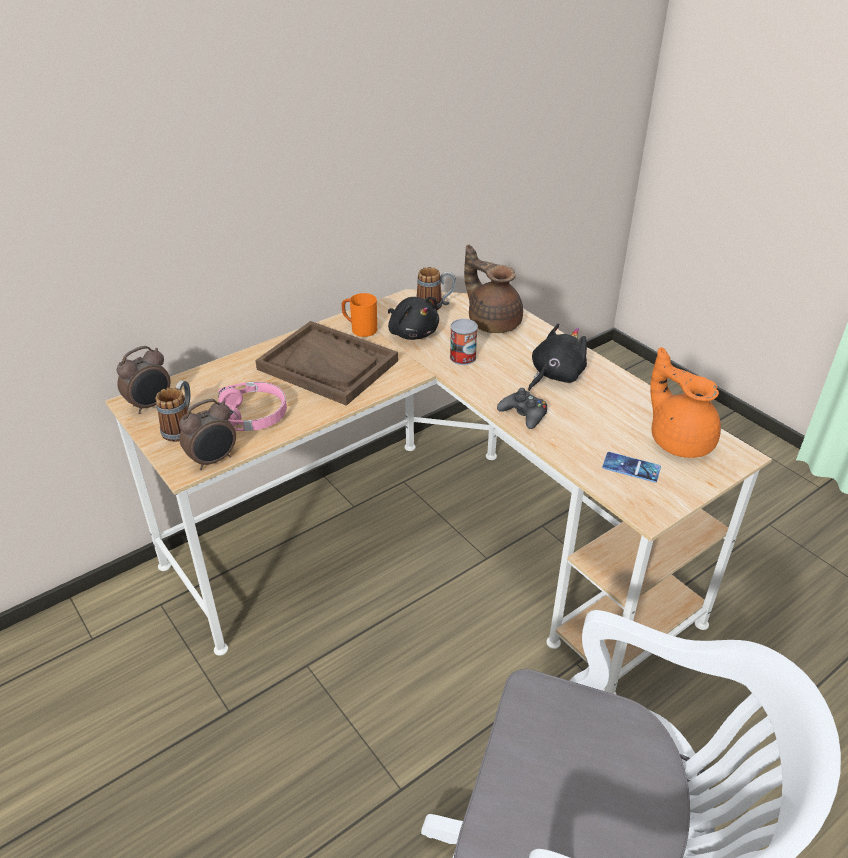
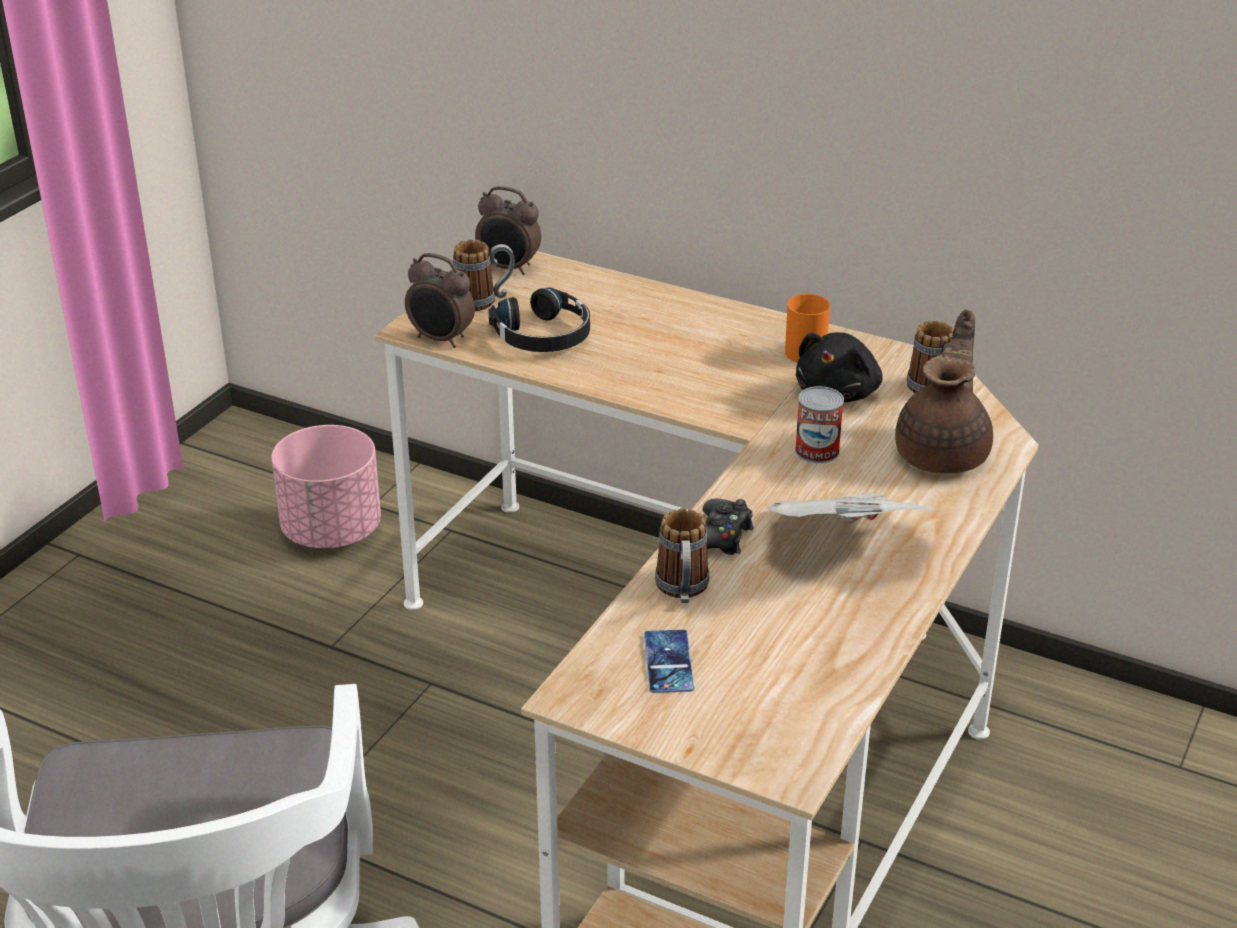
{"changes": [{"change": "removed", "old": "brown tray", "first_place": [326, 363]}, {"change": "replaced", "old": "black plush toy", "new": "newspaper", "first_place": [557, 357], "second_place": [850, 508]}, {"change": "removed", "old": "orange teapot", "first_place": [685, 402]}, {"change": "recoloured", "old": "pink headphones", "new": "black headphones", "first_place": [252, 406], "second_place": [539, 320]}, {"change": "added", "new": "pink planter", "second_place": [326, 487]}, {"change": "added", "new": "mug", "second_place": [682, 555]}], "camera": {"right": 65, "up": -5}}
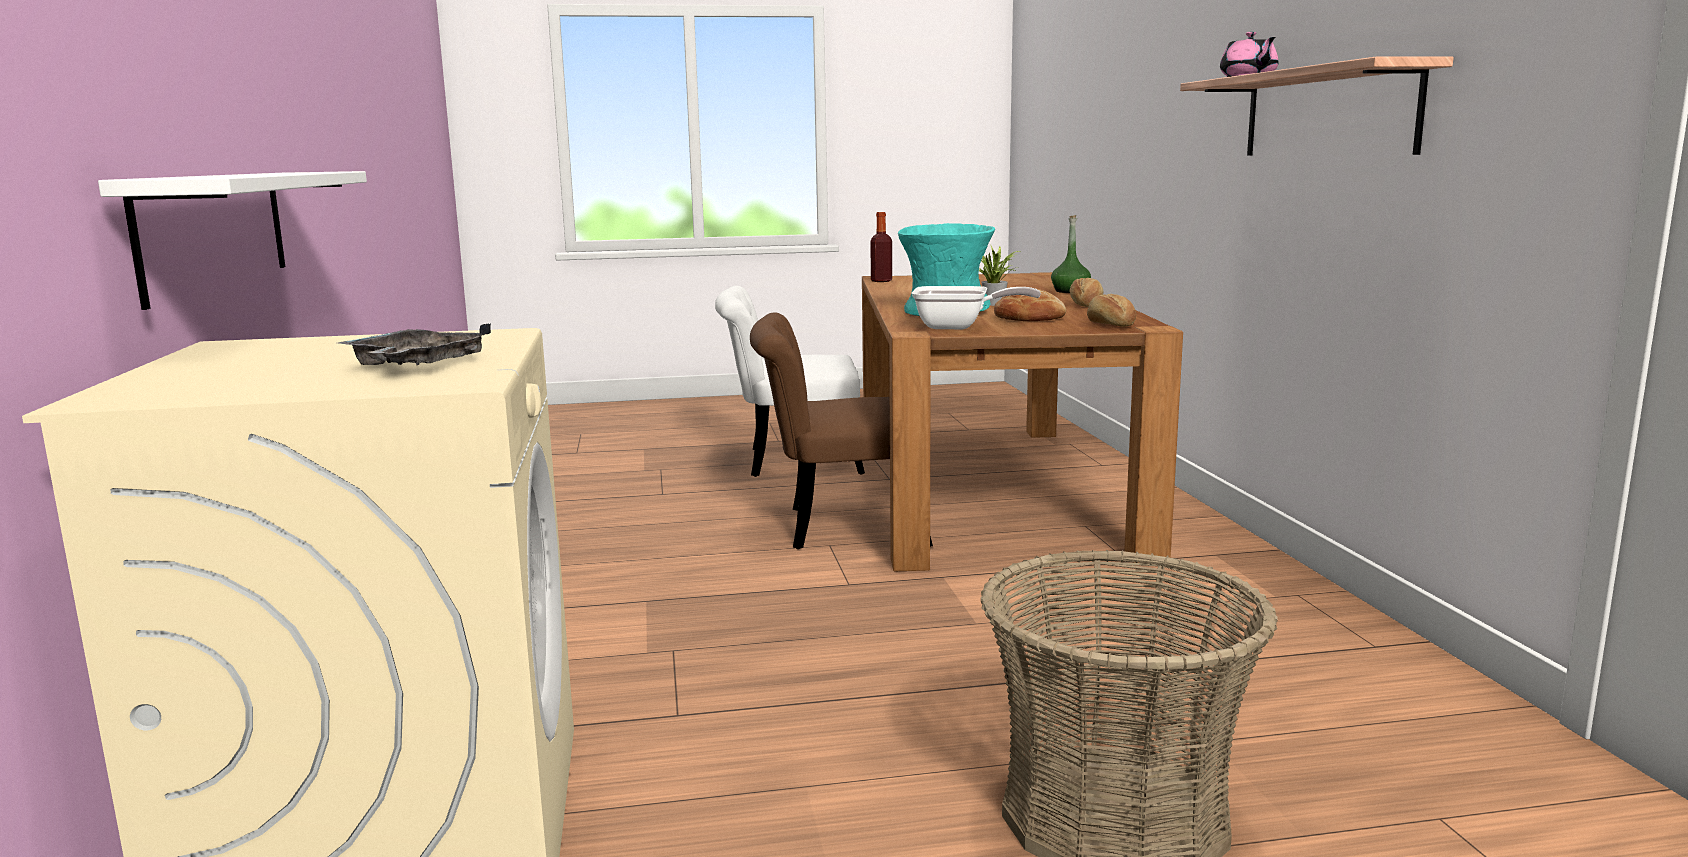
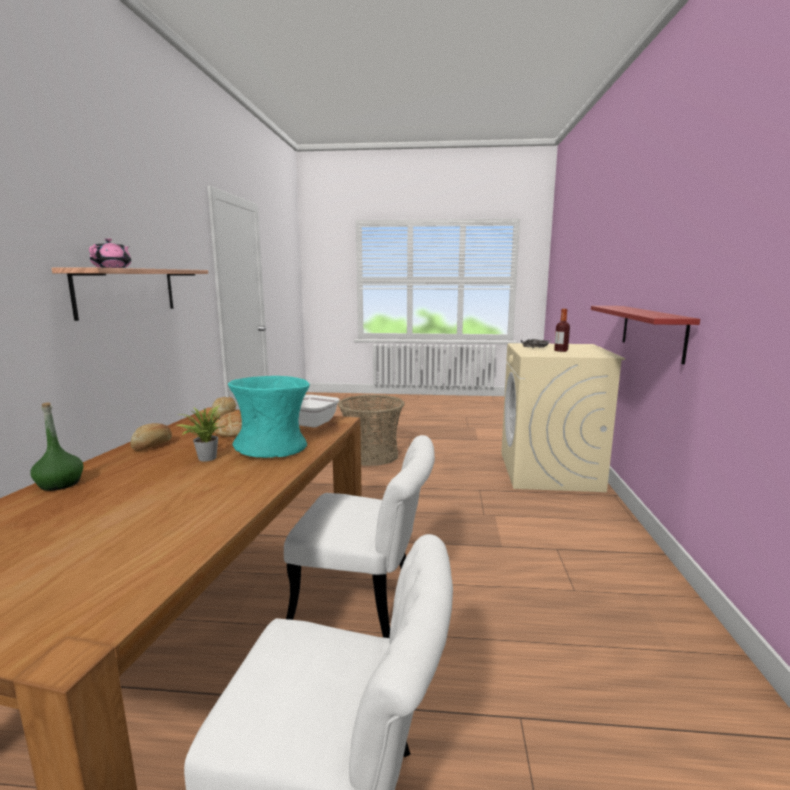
{"changes": [{"change": "recoloured", "old": "white shelf", "new": "red shelf", "first_place": [232, 240], "second_place": [645, 335]}, {"change": "moved", "old": "bottle", "first_place": [881, 247], "second_place": [562, 330]}, {"change": "recoloured", "old": "brown chair", "new": "white chair", "first_place": [841, 430], "second_place": [359, 536]}], "camera": {"right": -165, "up": 0}}
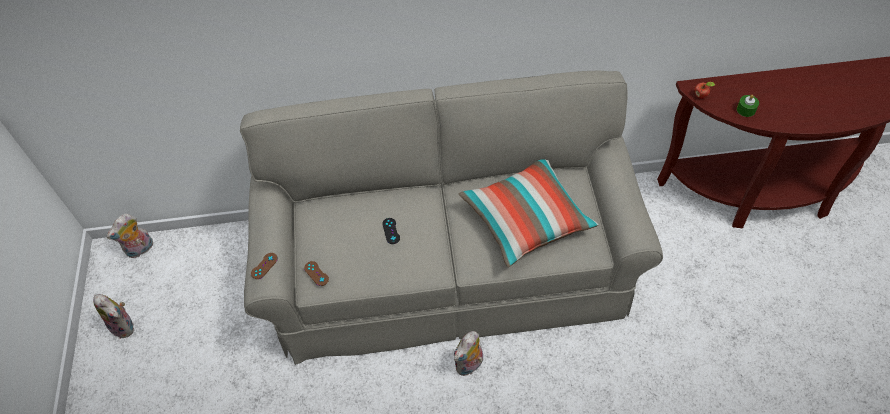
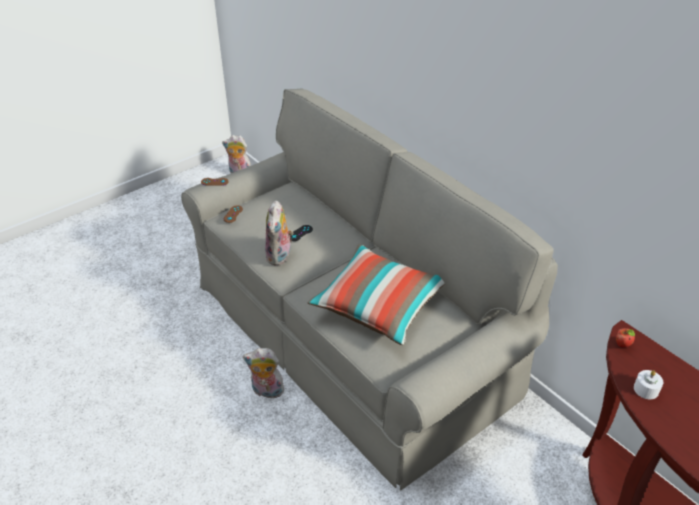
{"changes": [{"change": "recoloured", "old": "green candle", "new": "white candle", "first_place": [748, 106], "second_place": [648, 384]}, {"change": "moved", "old": "plush toy", "first_place": [113, 316], "second_place": [279, 232]}], "camera": {"right": 55, "up": -15}}
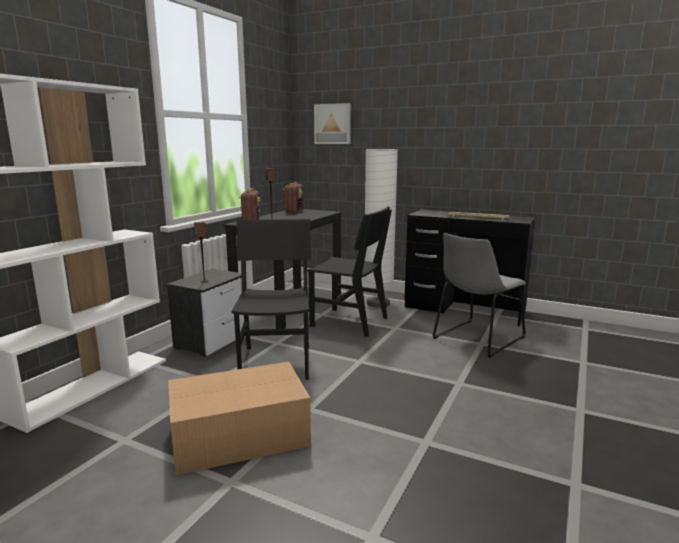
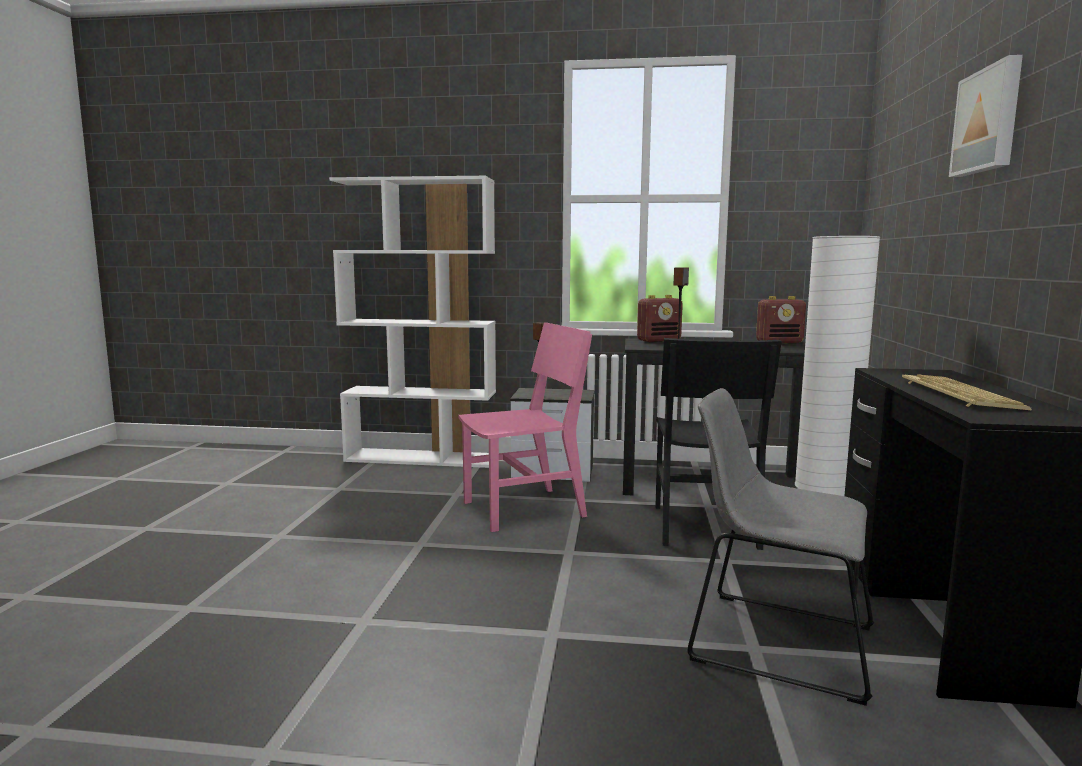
{"changes": [{"change": "moved", "old": "picture", "first_place": [332, 123], "second_place": [986, 116]}, {"change": "recoloured", "old": "black chair", "new": "pink chair", "first_place": [271, 299], "second_place": [525, 427]}, {"change": "removed", "old": "cardboard box", "first_place": [239, 418]}], "camera": {"right": 70, "up": -5}}
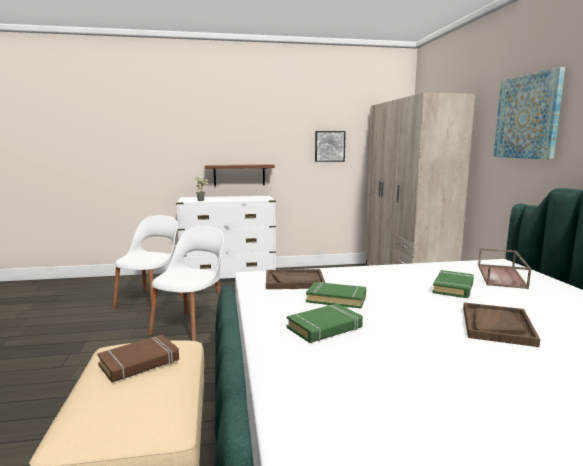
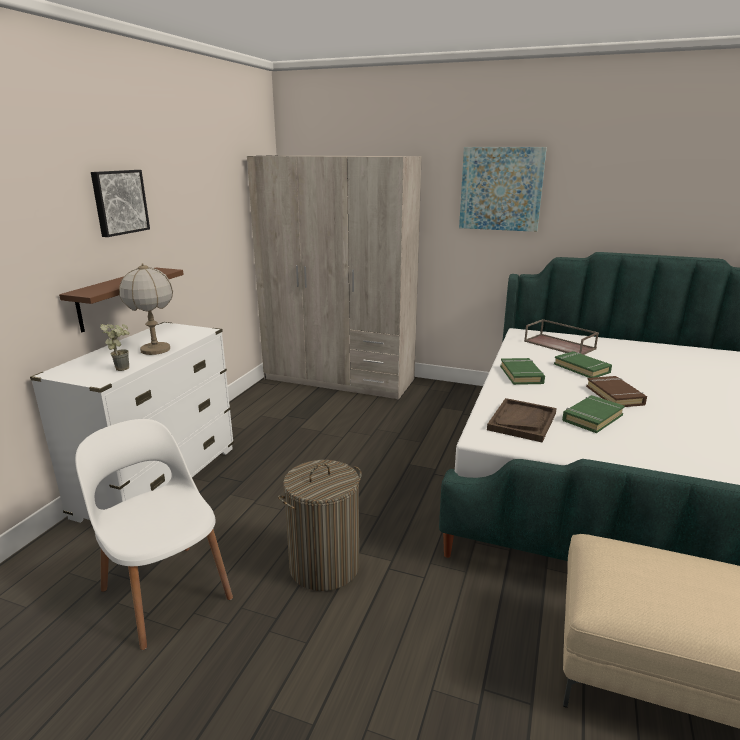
{"changes": [{"change": "moved", "old": "picture", "first_place": [330, 146], "second_place": [120, 203]}, {"change": "replaced", "old": "white chair", "new": "laundry basket", "first_place": [186, 283], "second_place": [320, 525]}, {"change": "moved", "old": "green book", "first_place": [325, 323], "second_place": [522, 371]}, {"change": "removed", "old": "brown tray", "first_place": [501, 325]}, {"change": "moved", "old": "brown book", "first_place": [138, 358], "second_place": [616, 391]}, {"change": "added", "new": "table lamp", "second_place": [146, 309]}], "camera": {"right": -60, "up": 10}}
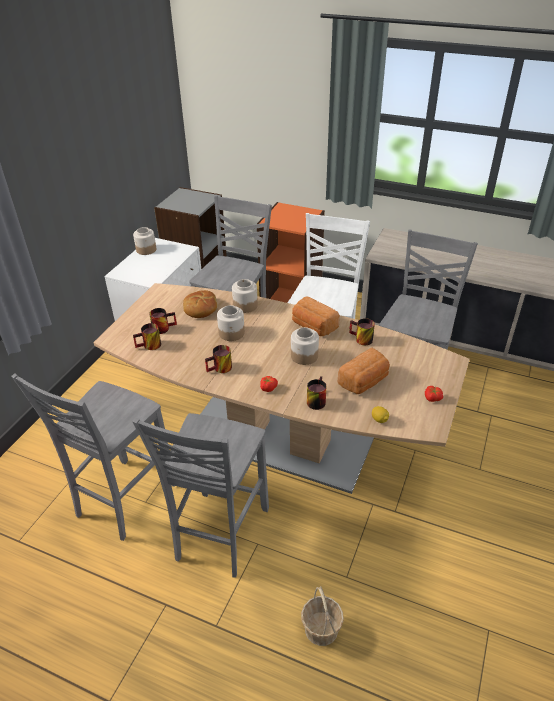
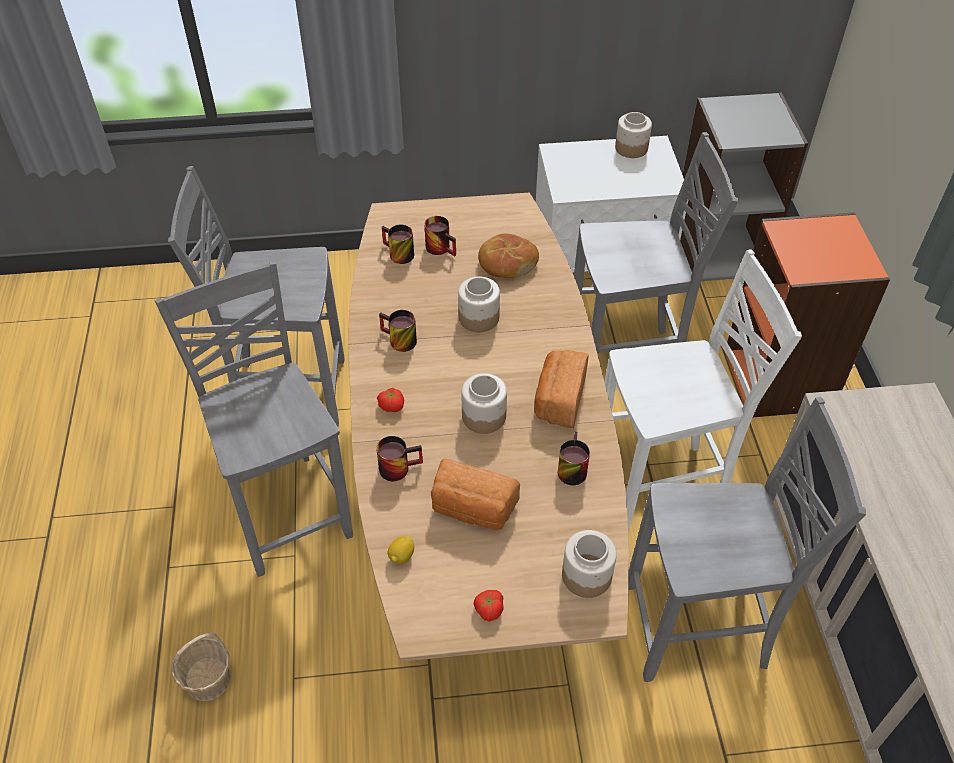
{"changes": [{"change": "moved", "old": "jar", "first_place": [245, 296], "second_place": [589, 564]}, {"change": "turned", "old": "grey chair", "first_place": [200, 495], "second_place": [254, 419], "degrees": 75}], "camera": {"right": 60, "up": 10}}
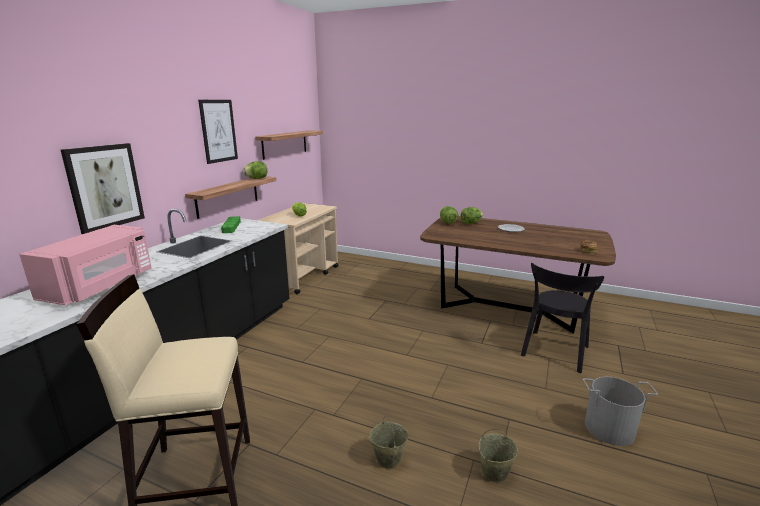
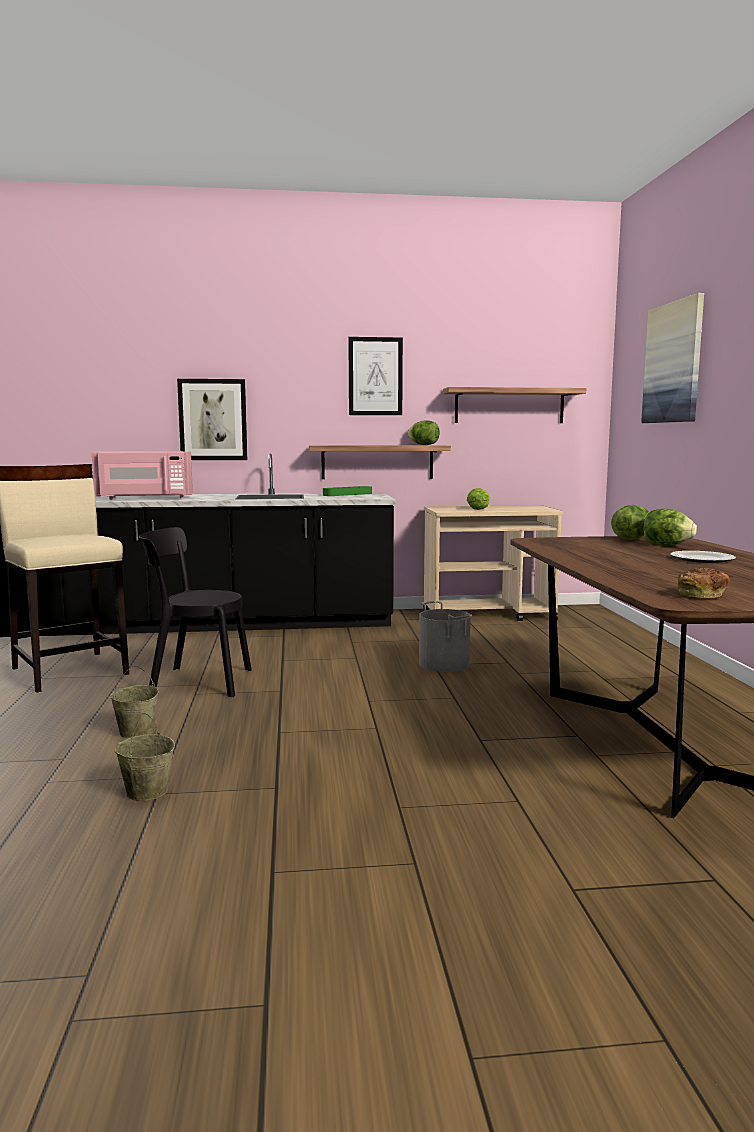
{"changes": [{"change": "moved", "old": "black chair", "first_place": [562, 318], "second_place": [195, 612]}, {"change": "moved", "old": "grey bucket", "first_place": [620, 411], "second_place": [445, 636]}, {"change": "added", "new": "picture", "second_place": [672, 358]}], "camera": {"right": 60, "up": -10}}
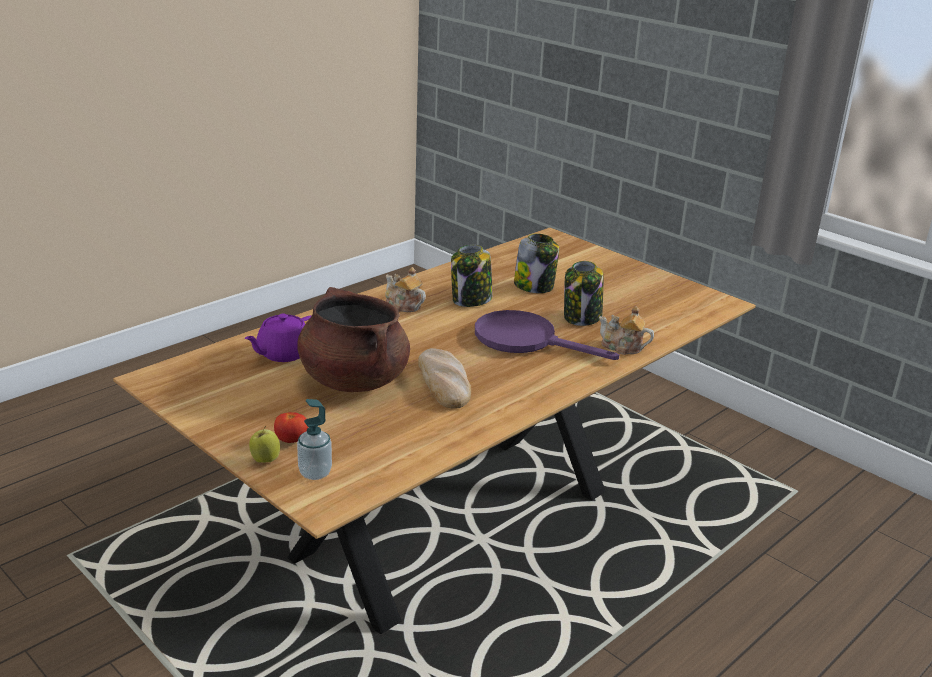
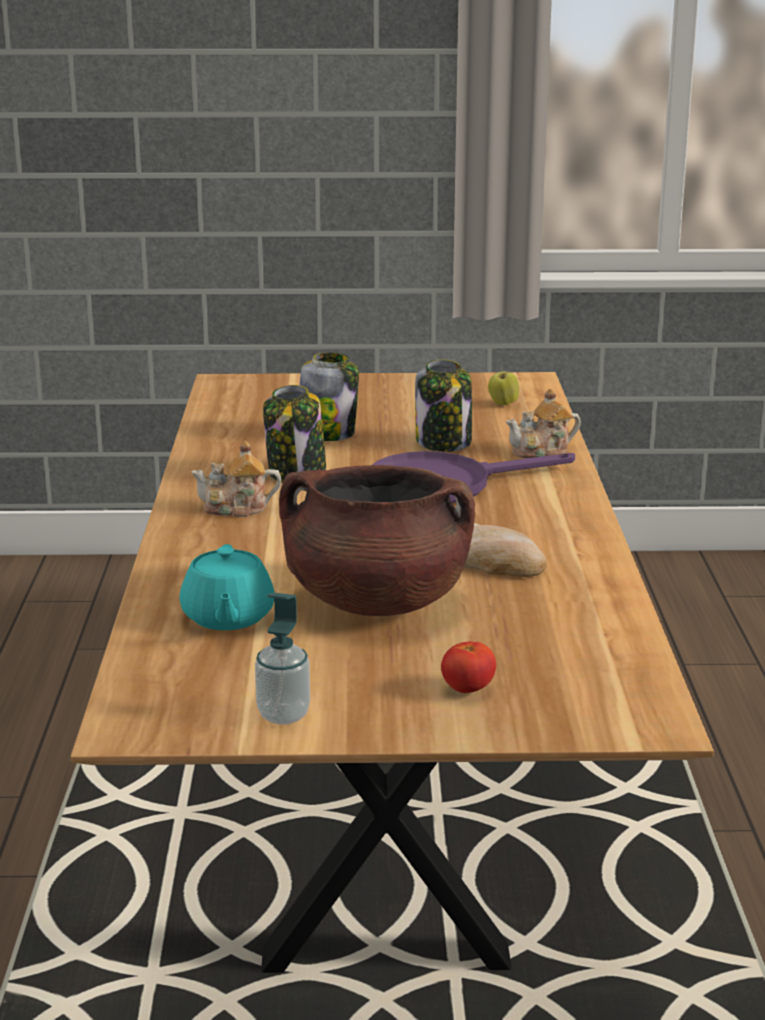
{"changes": [{"change": "recoloured", "old": "purple teapot", "new": "turquoise teapot", "first_place": [278, 338], "second_place": [227, 587]}, {"change": "moved", "old": "soap dispenser", "first_place": [314, 439], "second_place": [282, 658]}, {"change": "moved", "old": "apple", "first_place": [264, 444], "second_place": [503, 388]}], "camera": {"right": -45, "up": -5}}
